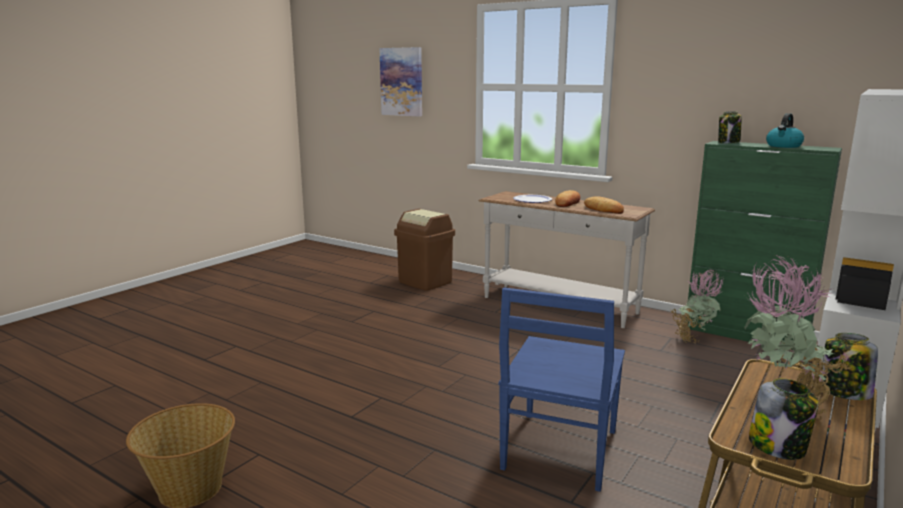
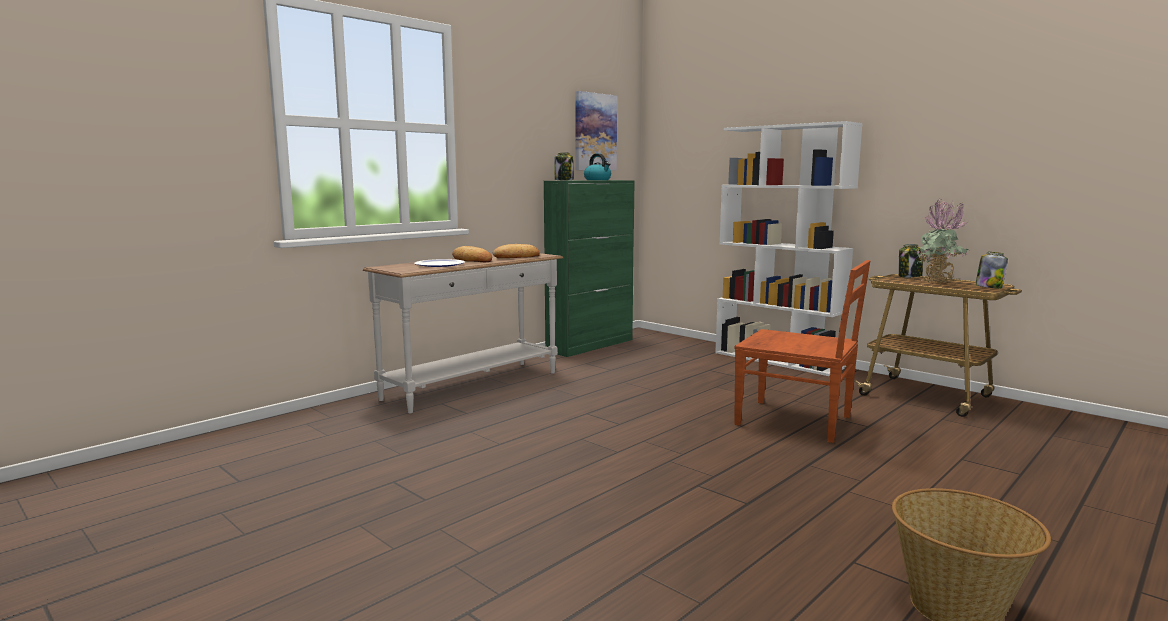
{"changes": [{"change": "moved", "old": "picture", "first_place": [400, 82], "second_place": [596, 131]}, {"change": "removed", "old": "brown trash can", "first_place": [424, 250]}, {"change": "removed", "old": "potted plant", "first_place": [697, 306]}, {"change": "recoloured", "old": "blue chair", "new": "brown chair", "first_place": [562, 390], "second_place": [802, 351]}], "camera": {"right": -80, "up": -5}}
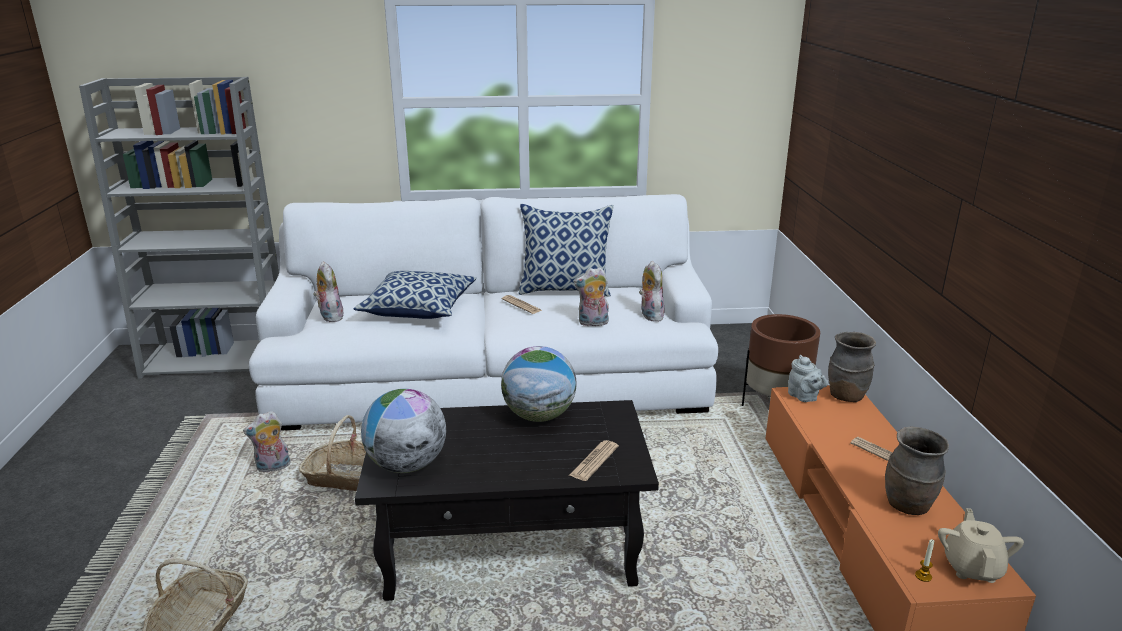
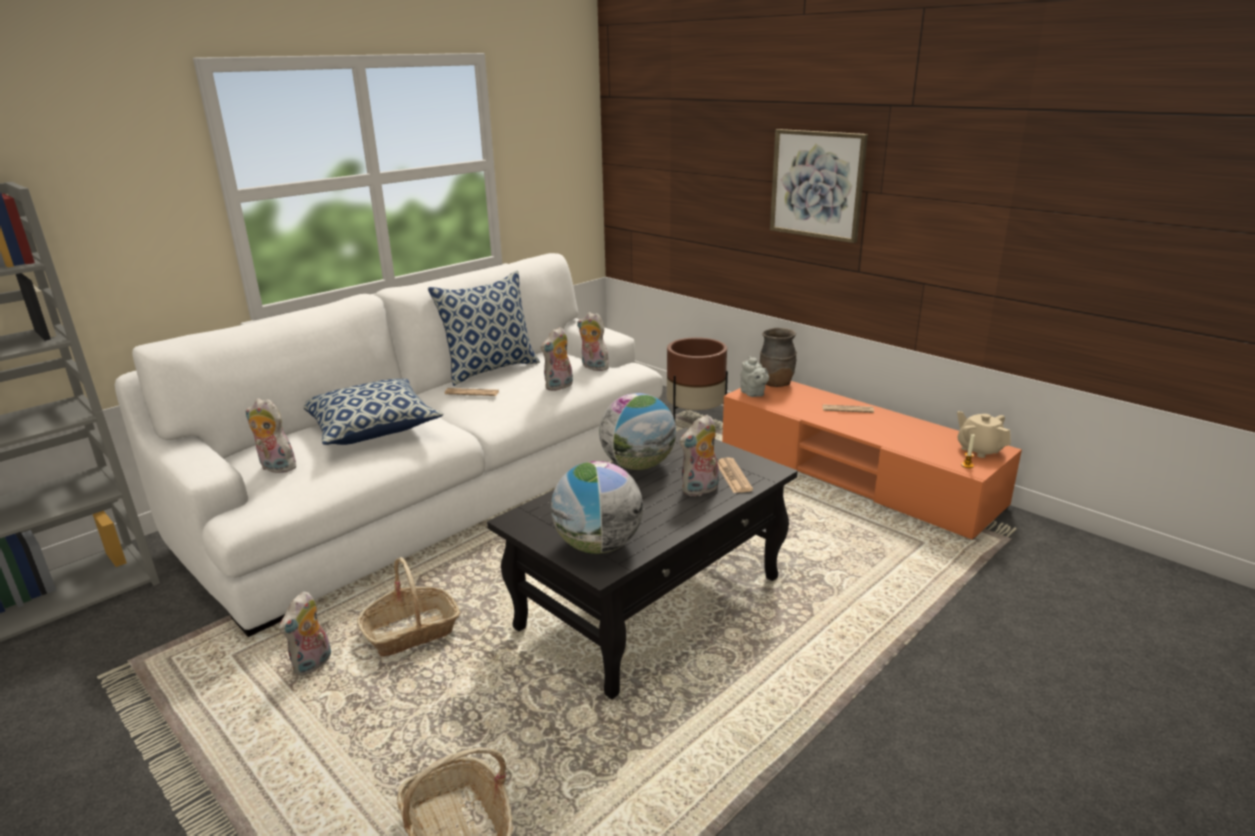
{"changes": [{"change": "turned", "old": "grey teapot", "first_place": [808, 378], "second_place": [754, 376], "degrees": 45}, {"change": "removed", "old": "brown vase", "first_place": [917, 470]}, {"change": "added", "new": "picture", "second_place": [819, 186]}, {"change": "added", "new": "plush toy", "second_place": [699, 455]}], "camera": {"right": -40, "up": 0}}
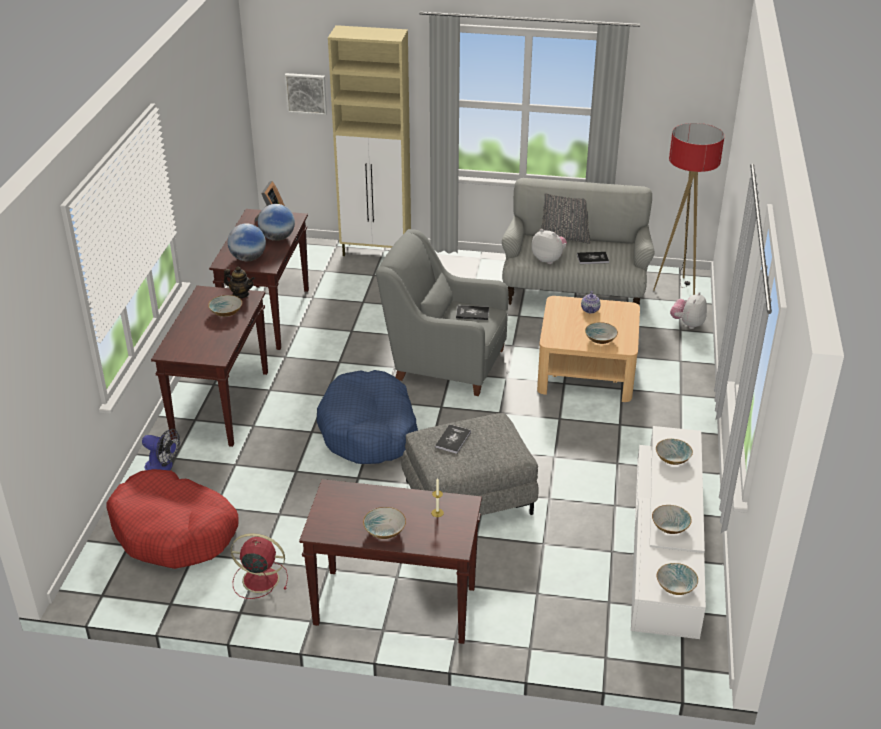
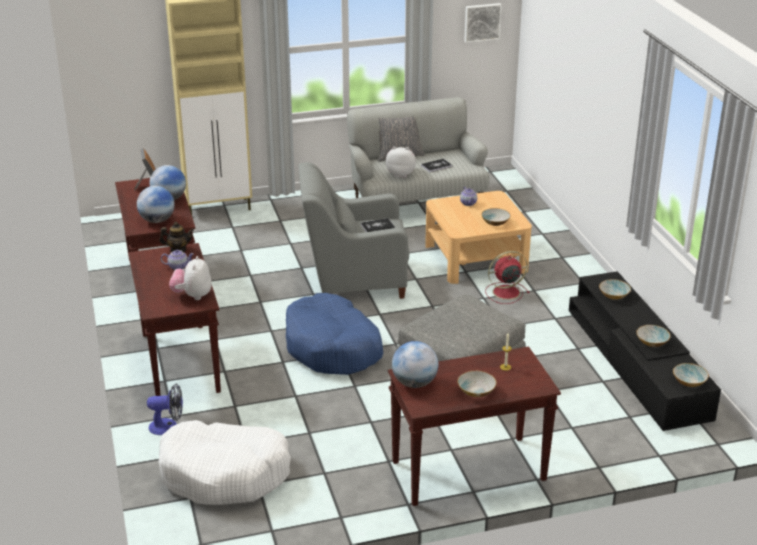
{"changes": [{"change": "moved", "old": "picture", "first_place": [306, 94], "second_place": [483, 23]}, {"change": "removed", "old": "floor lamp", "first_place": [689, 209]}, {"change": "moved", "old": "plush toy", "first_place": [688, 310], "second_place": [190, 278]}, {"change": "replaced", "old": "bowl", "new": "teapot", "first_place": [225, 306], "second_place": [177, 260]}, {"change": "removed", "old": "book", "first_place": [453, 439]}, {"change": "recoloured", "old": "white tv stand", "new": "black tv stand", "first_place": [668, 532], "second_place": [645, 351]}, {"change": "recoloured", "old": "red dog bed", "new": "white dog bed", "first_place": [172, 519], "second_place": [225, 462]}, {"change": "moved", "old": "red fan", "first_place": [259, 566], "second_place": [507, 277]}, {"change": "added", "new": "globe", "second_place": [415, 364]}], "camera": {"right": -25, "up": -5}}
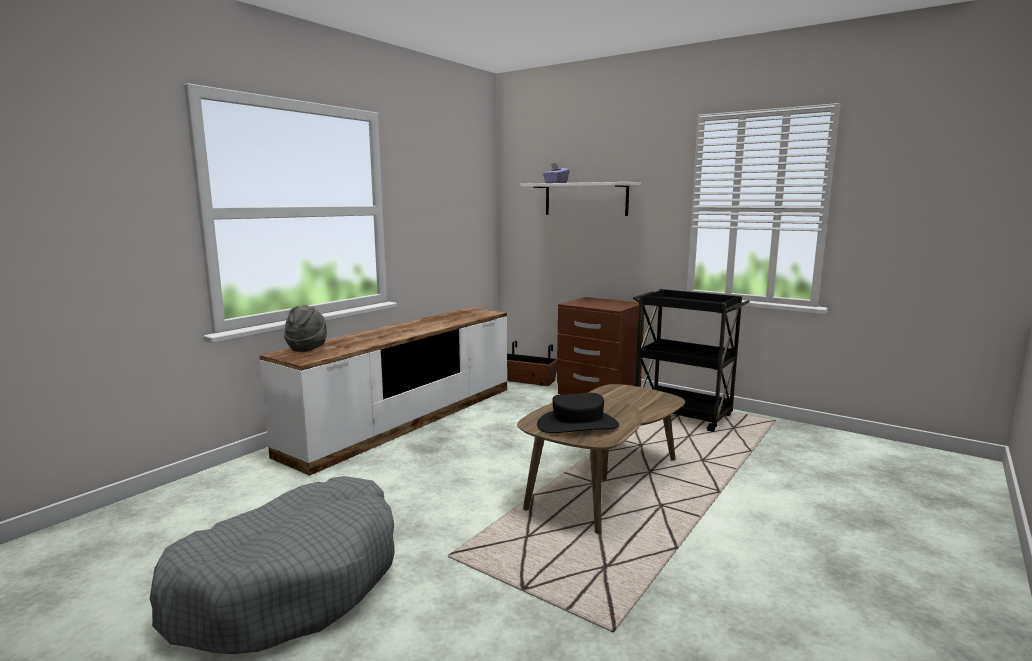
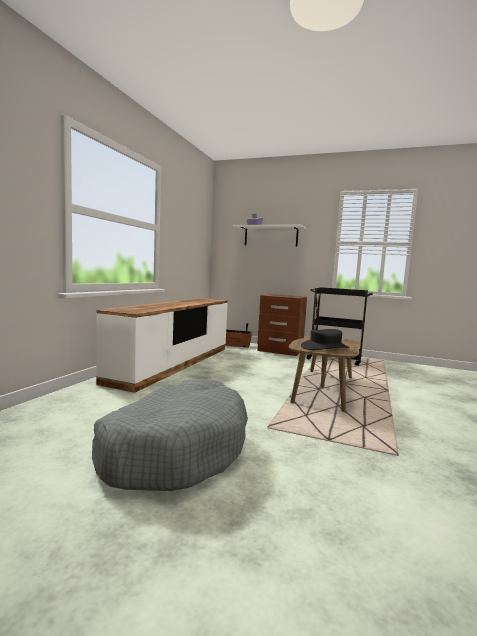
{"changes": [{"change": "removed", "old": "grey hat", "first_place": [305, 328]}], "camera": {"right": -15, "up": -5}}
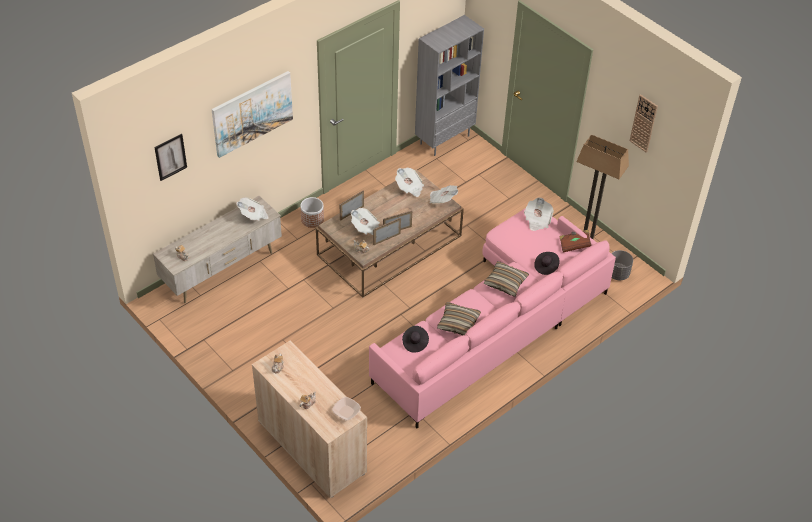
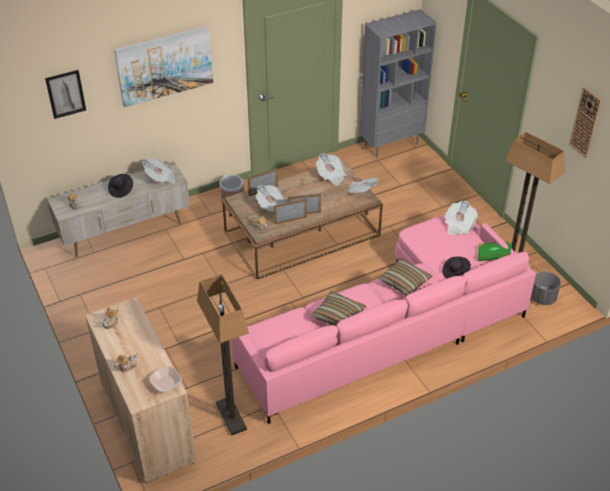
{"changes": [{"change": "recoloured", "old": "brown book", "new": "green book", "first_place": [575, 241], "second_place": [495, 251]}, {"change": "moved", "old": "black hat", "first_place": [415, 339], "second_place": [120, 186]}, {"change": "added", "new": "floor lamp", "second_place": [223, 354]}], "camera": {"right": 15, "up": -5}}
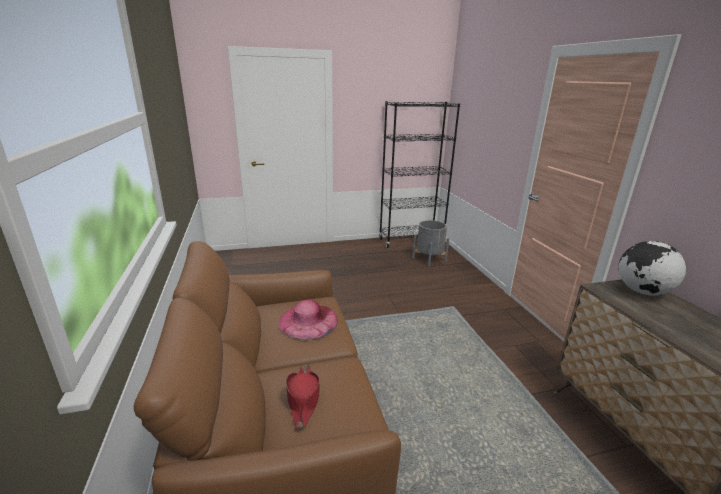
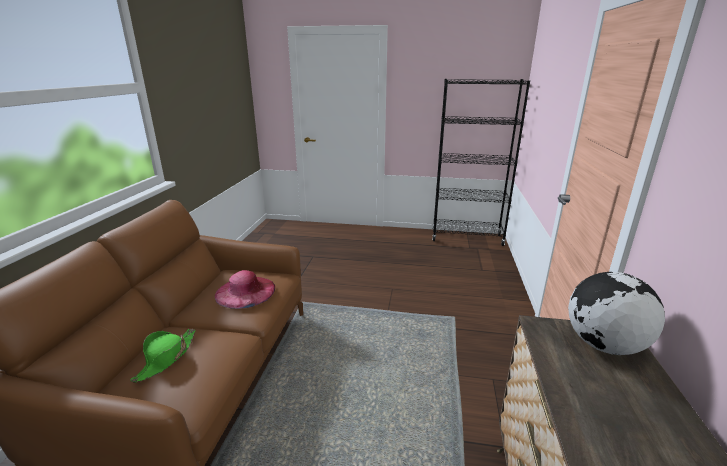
{"changes": [{"change": "removed", "old": "grey planter", "first_place": [430, 243]}, {"change": "recoloured", "old": "red hat", "new": "green hat", "first_place": [303, 396], "second_place": [163, 355]}], "camera": {"right": 25, "up": 0}}
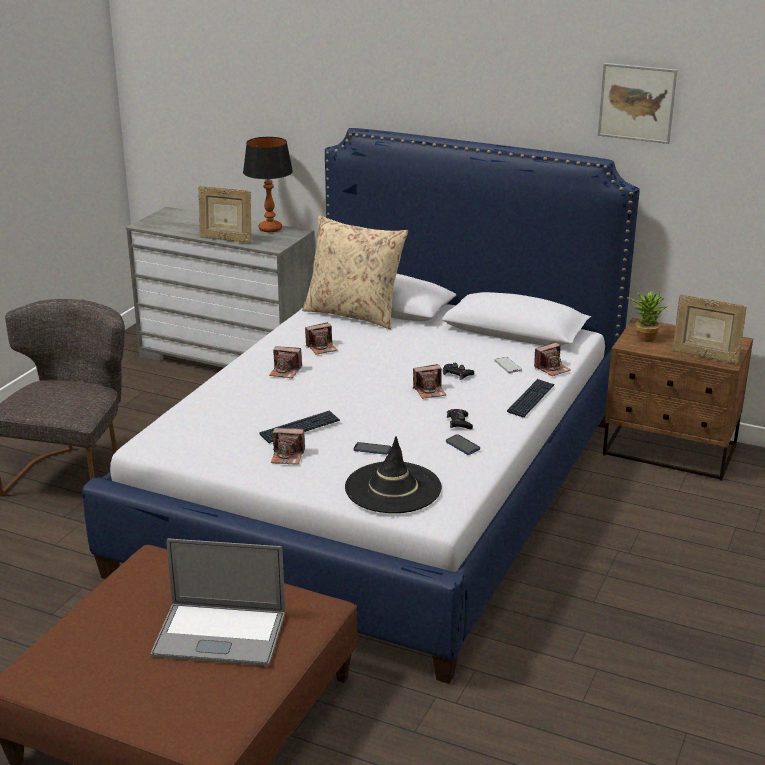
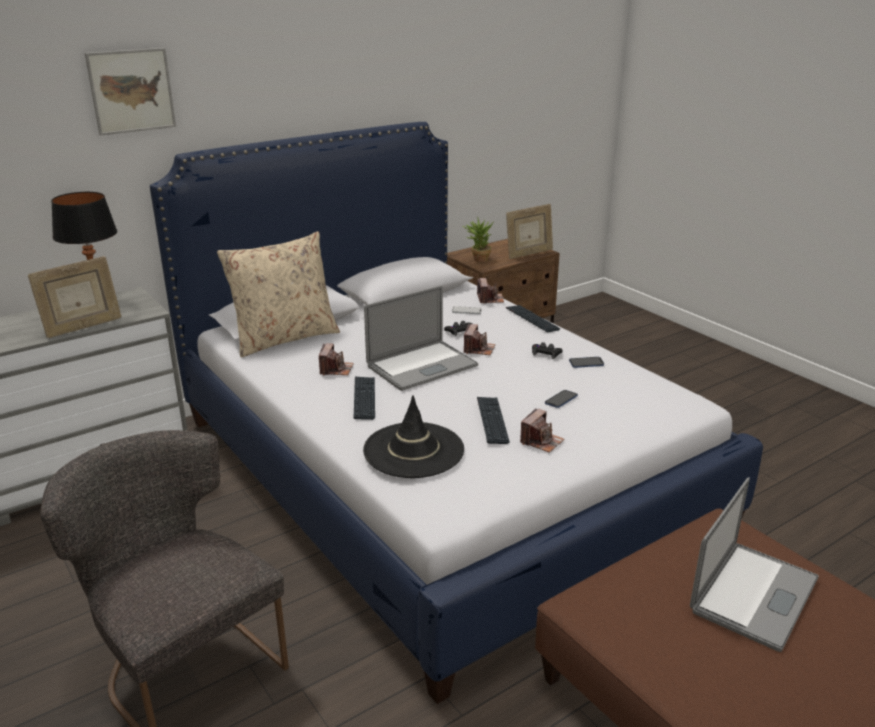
{"changes": [{"change": "moved", "old": "picture", "first_place": [637, 103], "second_place": [130, 92]}, {"change": "replaced", "old": "photo camera", "new": "keyboard", "first_place": [285, 362], "second_place": [364, 398]}, {"change": "moved", "old": "black hat", "first_place": [393, 474], "second_place": [413, 436]}, {"change": "added", "new": "laptop", "second_place": [421, 338]}], "camera": {"right": -60, "up": 0}}
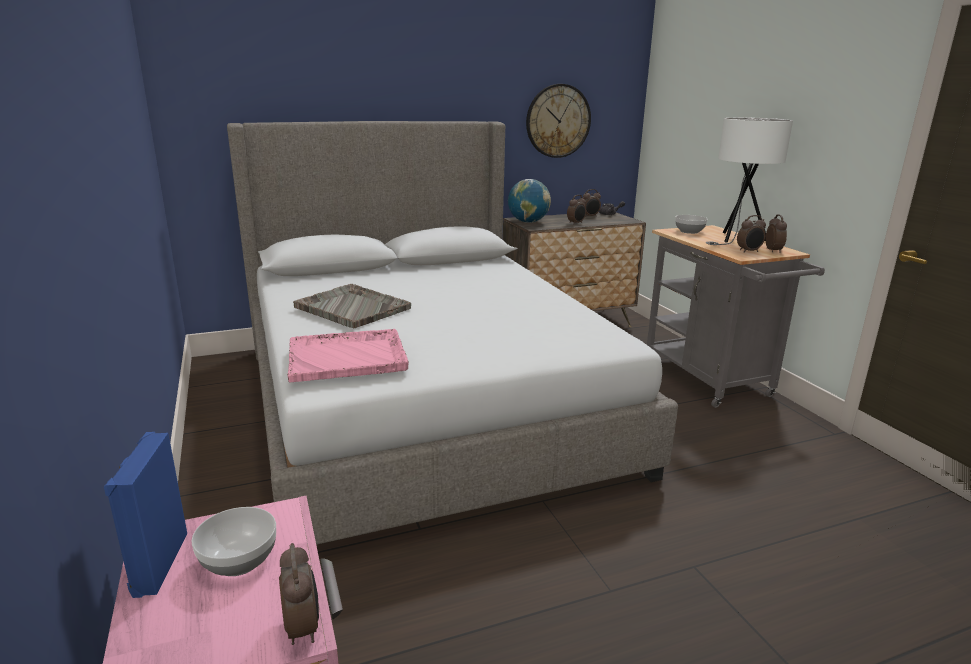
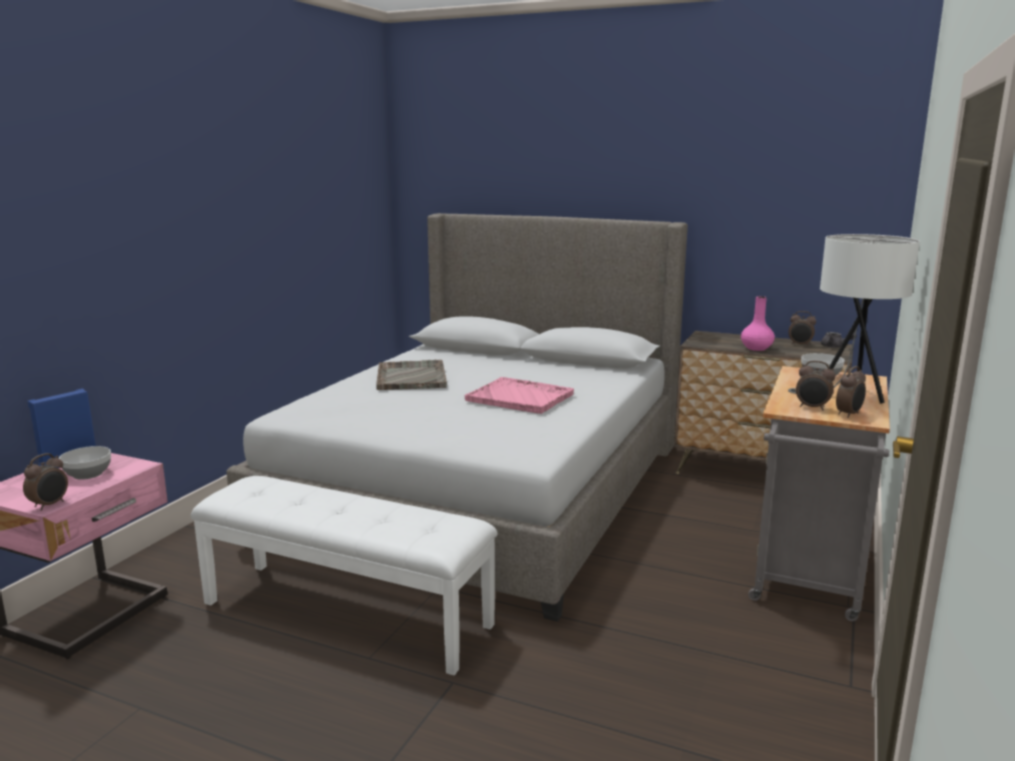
{"changes": [{"change": "removed", "old": "wall clock", "first_place": [558, 121]}, {"change": "removed", "old": "globe", "first_place": [529, 201]}, {"change": "replaced", "old": "alarm clock", "new": "pink vase", "first_place": [576, 210], "second_place": [758, 323]}, {"change": "moved", "old": "pink tray", "first_place": [348, 355], "second_place": [519, 395]}, {"change": "added", "new": "white bench", "second_place": [344, 575]}], "camera": {"right": 45, "up": -5}}
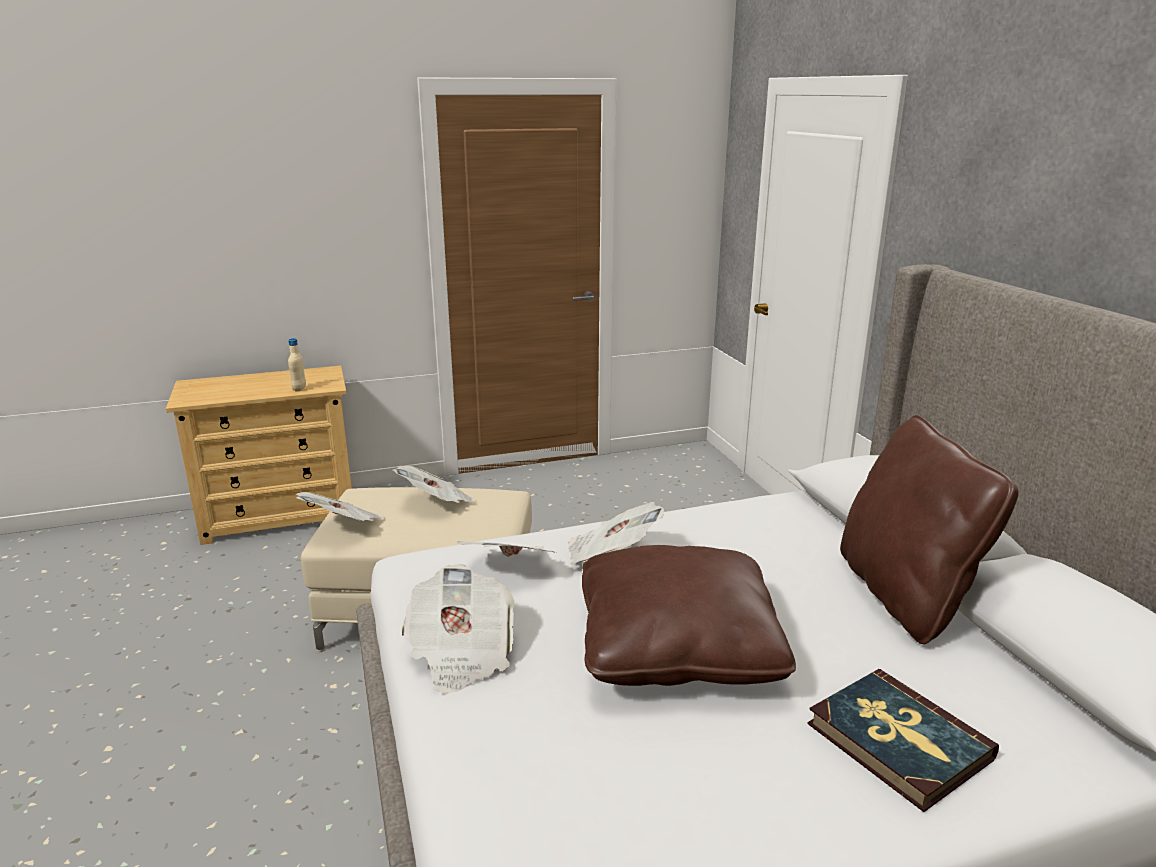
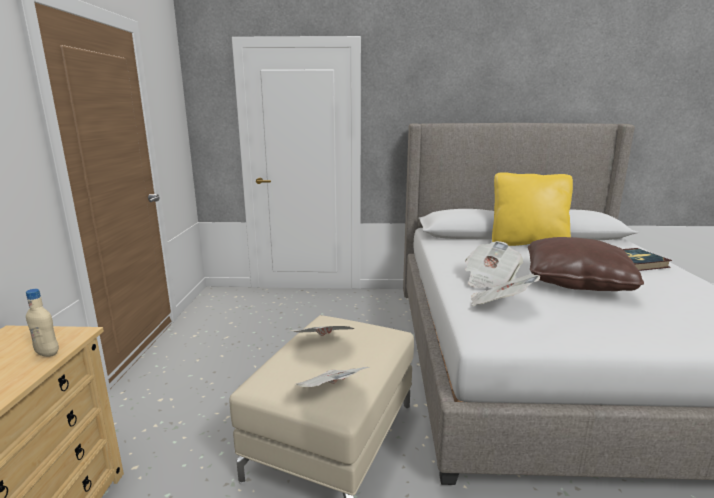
{"changes": [{"change": "recoloured", "old": "brown pillow", "new": "yellow pillow", "first_place": [929, 529], "second_place": [532, 209]}, {"change": "removed", "old": "newspaper", "first_place": [457, 629]}], "camera": {"right": -70, "up": -5}}
